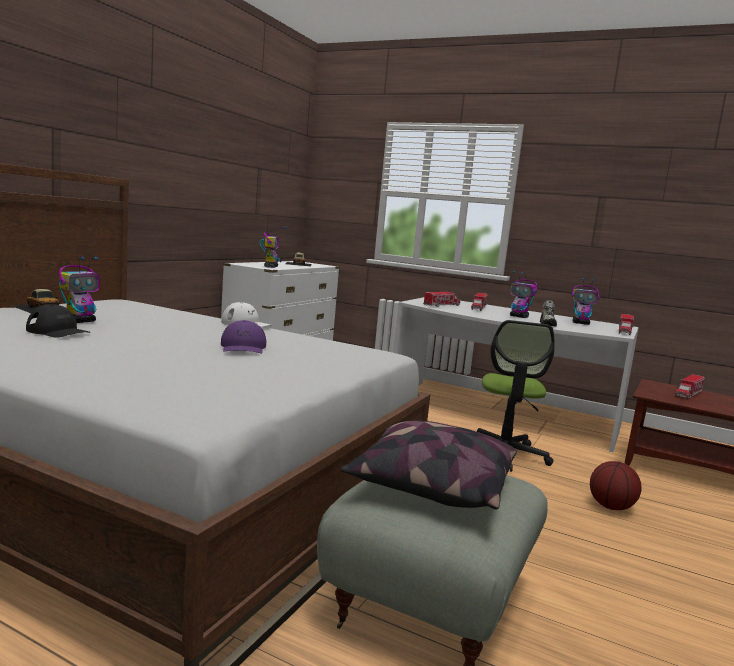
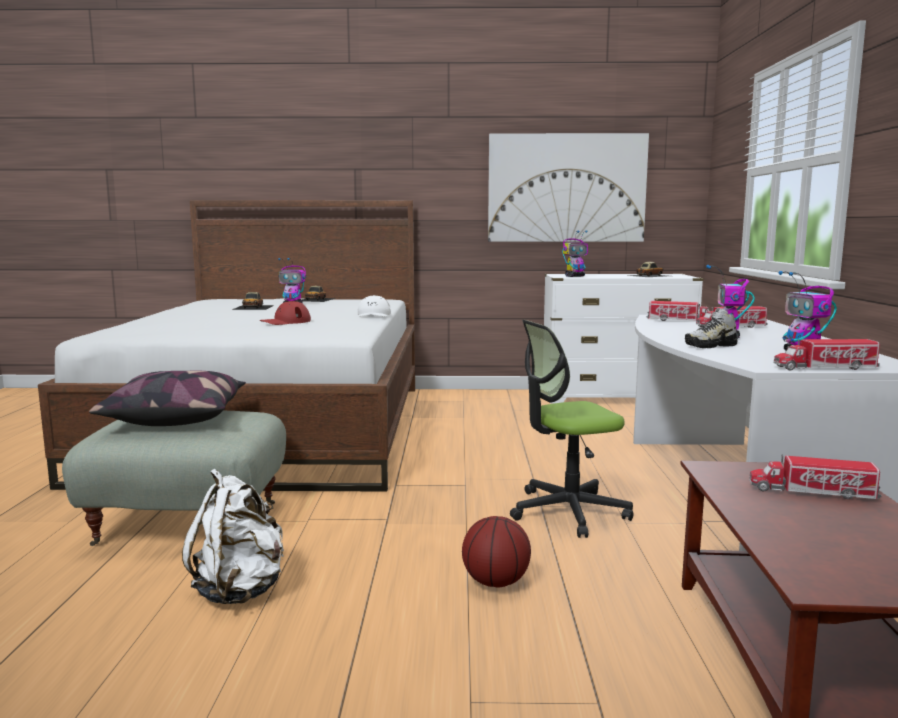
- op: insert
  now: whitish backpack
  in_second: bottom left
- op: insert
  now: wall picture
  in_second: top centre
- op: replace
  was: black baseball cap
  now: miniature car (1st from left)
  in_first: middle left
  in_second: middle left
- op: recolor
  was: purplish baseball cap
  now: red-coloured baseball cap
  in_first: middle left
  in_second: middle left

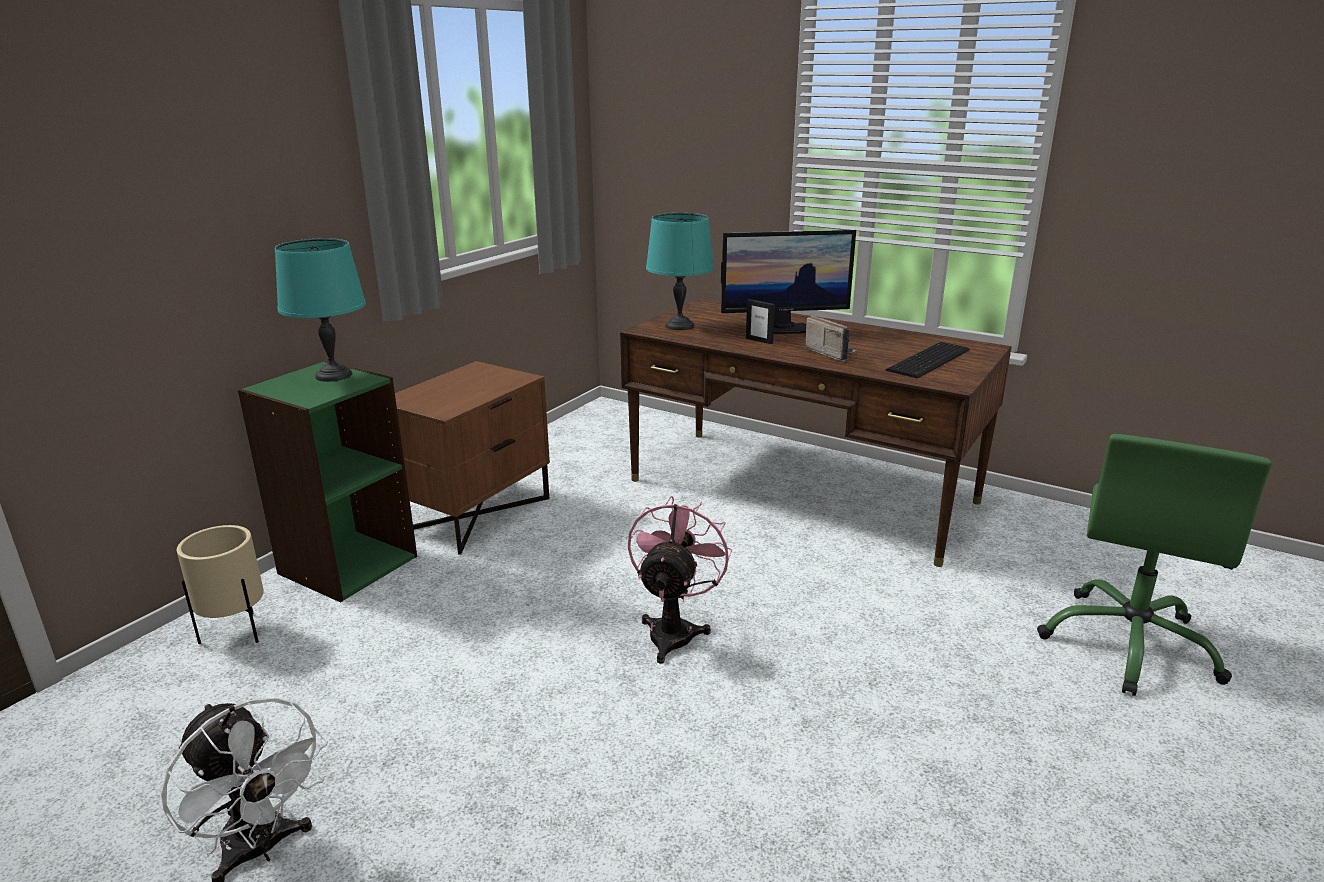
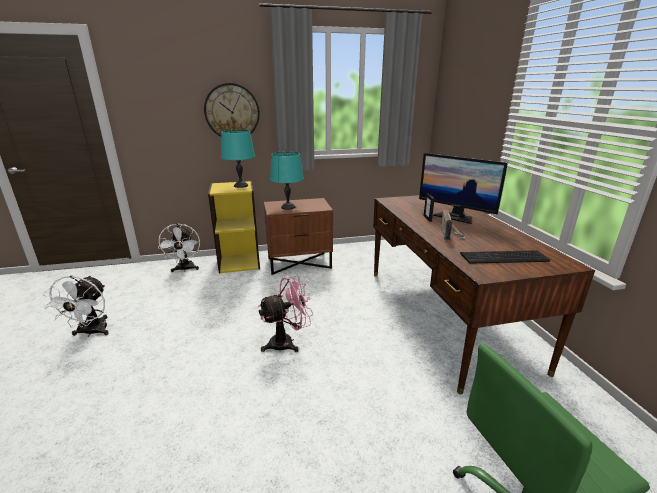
- op: insert
  now: hanging clock
  in_second: top centre
- op: move
  was: turquoise-coloured table lamp (2nd from left)
  in_first: top centre
  in_second: centre
- op: replace
  was: sand-coloured plant pot
  now: whitish electric fan (2nd from left)
  in_first: middle left
  in_second: middle left
- op: recolor
  was: green-coloured bookshelf
  now: yellow bookshelf
  in_first: middle left
  in_second: centre

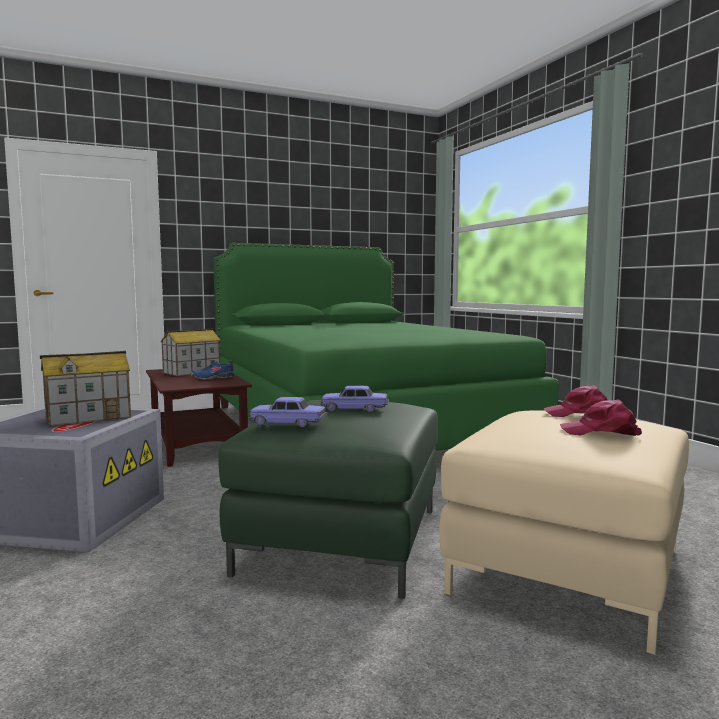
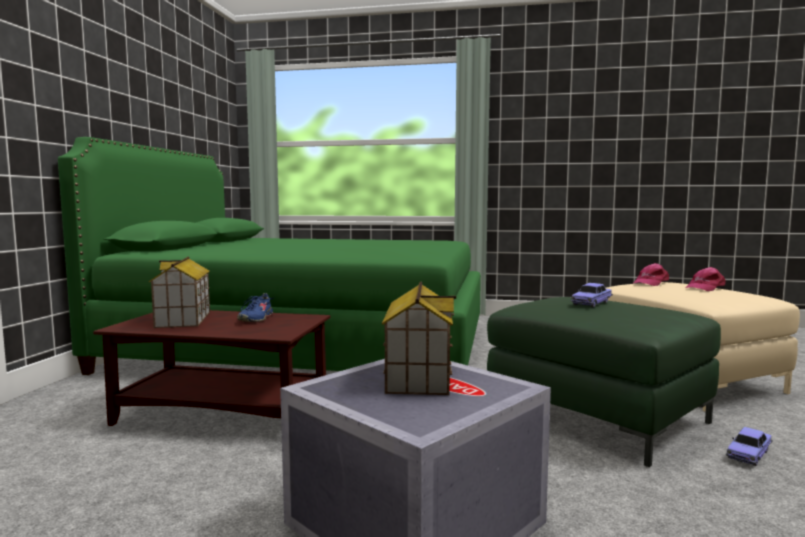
- op: move
  was: miniature car (1st from left in the first image)
  now: miniature car (2nd from left)
  in_first: centre
  in_second: bottom right

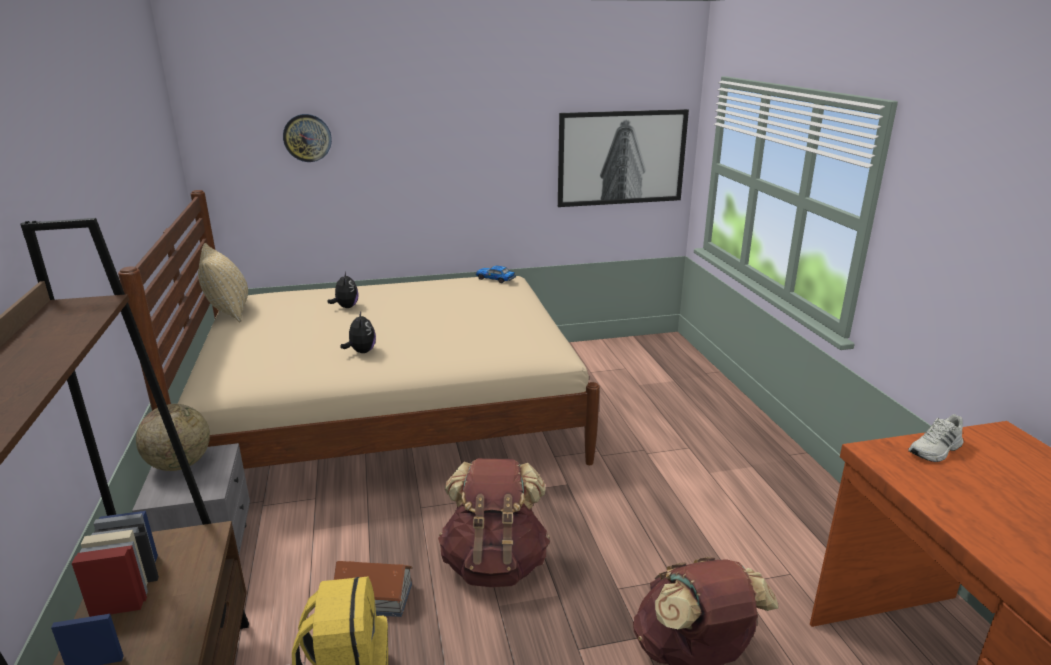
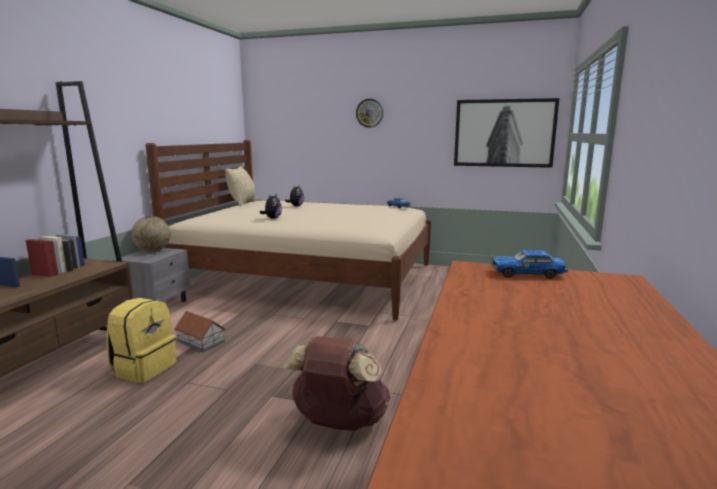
- op: delete
  was: brown-coloured backpack (1st from left)
  in_first: bottom centre
- op: move
  was: hanging clock
  in_first: top left
  in_second: top centre
- op: replace
  was: whitish shoe
  now: miniature car (2nd from left)
  in_first: middle right
  in_second: middle right

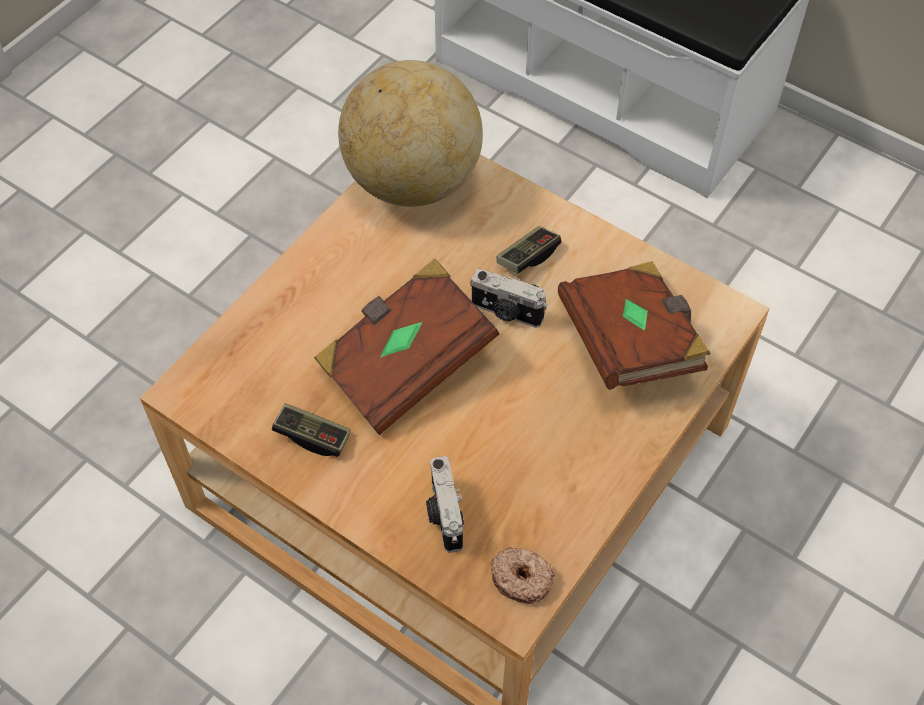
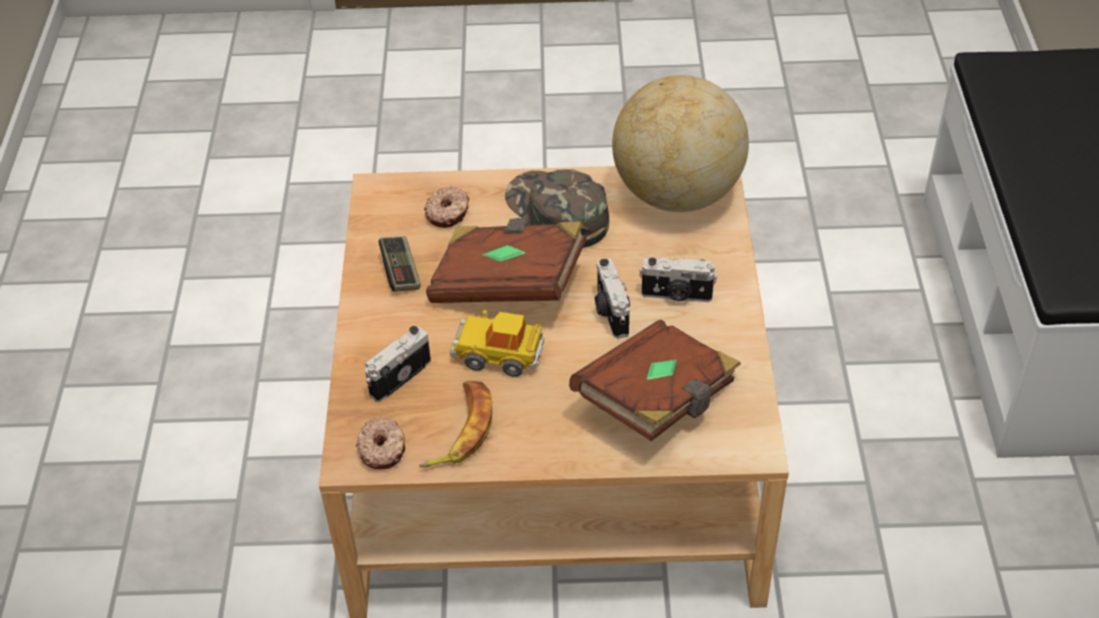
- op: insert
  now: whole banana
  in_second: bottom centre
- op: insert
  now: donut (2nd from left)
  in_second: centre
- op: insert
  now: miniature car
  in_second: centre
- op: insert
  now: green-coloured baseball cap
  in_second: centre
- op: replace
  was: joypad (2nd from left)
  now: photo camera (3rd from left)
  in_first: centre
  in_second: centre

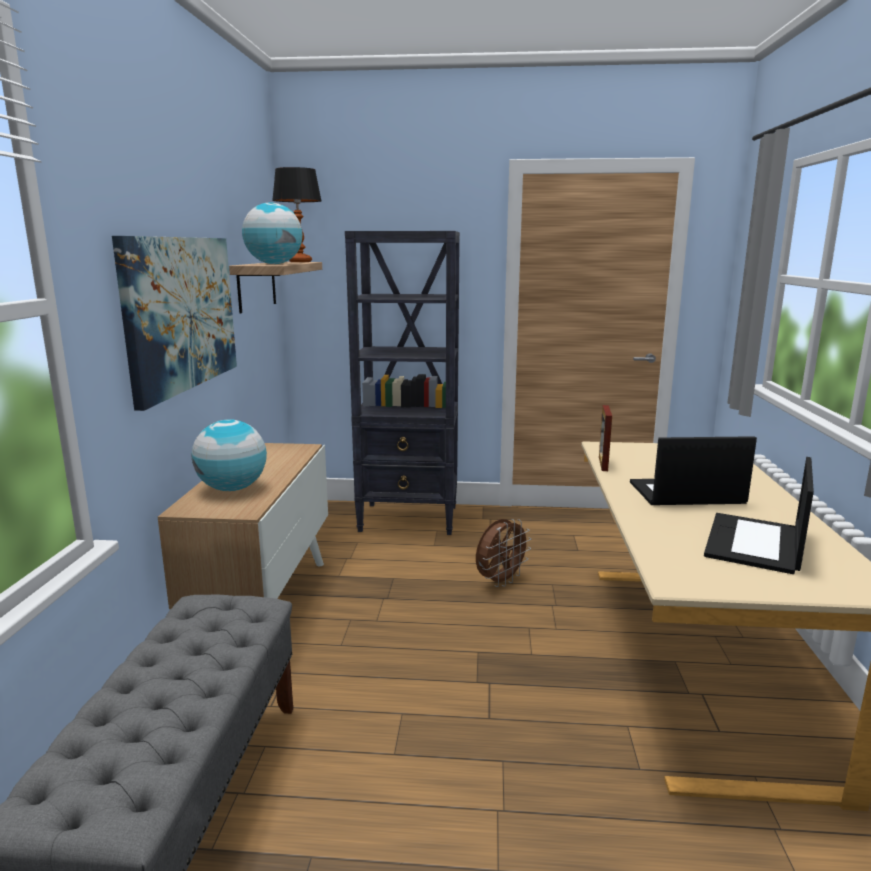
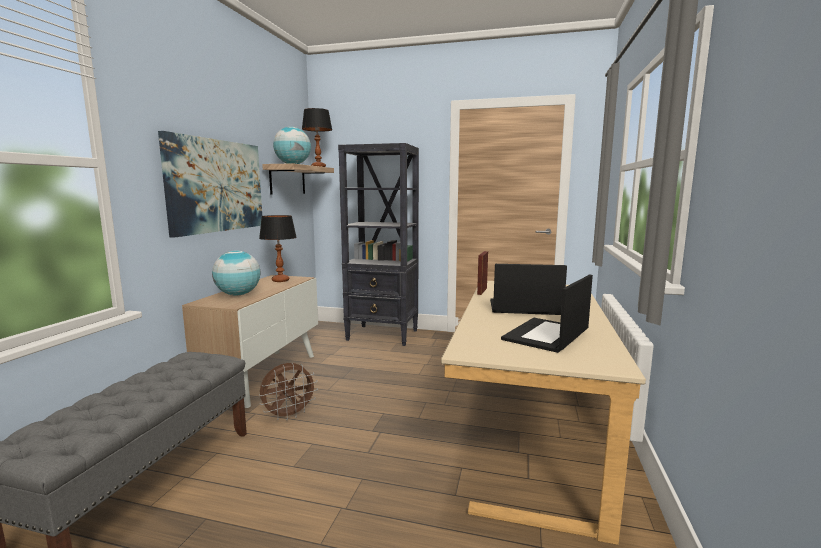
- op: insert
  now: table lamp (1st from left)
  in_second: centre
- op: move
  was: brown-coloured electric fan
  in_first: centre
  in_second: bottom centre

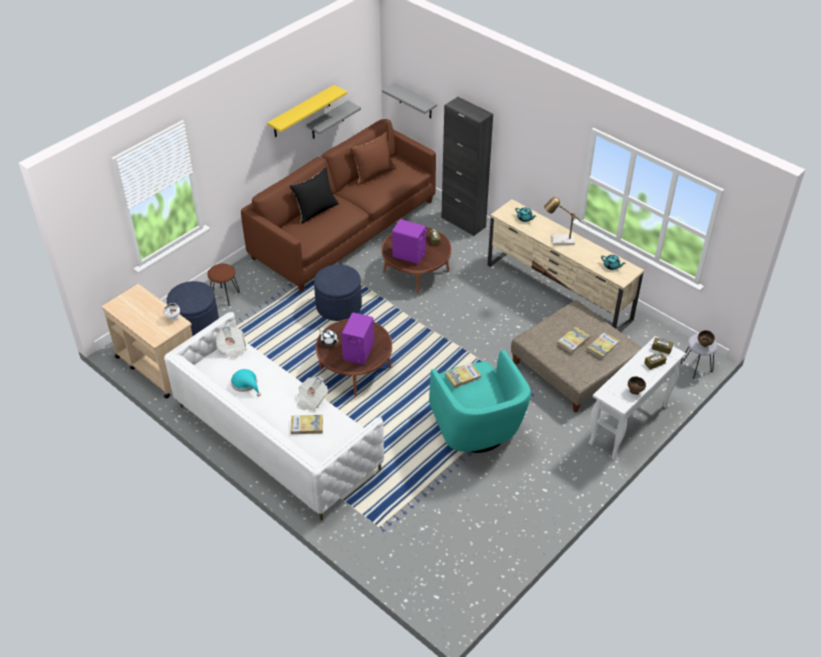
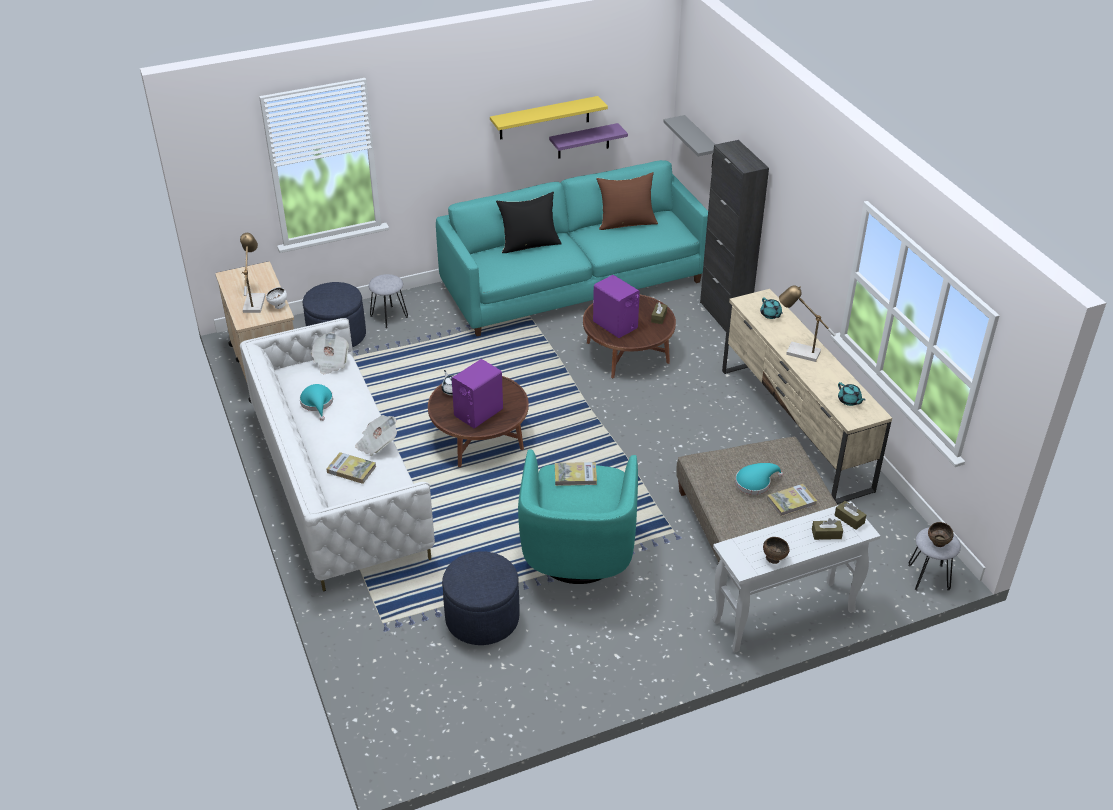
- op: insert
  now: table lamp (1st from left)
  in_second: middle left
- op: move
  was: blue footrest (2nd from left)
  in_first: centre
  in_second: bottom centre
- op: replace
  was: bound book (3rd from left)
  now: turquoise-coloured hat (2nd from left)
  in_first: middle right
  in_second: middle right
- op: recolor
  was: brown-coloured sitting stool
  now: gray sitting stool (1st from left)
  in_first: middle left
  in_second: centre
- op: recolor
  was: brown-coloured settee
  now: turquoise-coloured settee
  in_first: top centre
  in_second: top centre
- op: recolor
  was: gray bracket shelf (1st from left)
  now: purplish bracket shelf
  in_first: top centre
  in_second: top centre

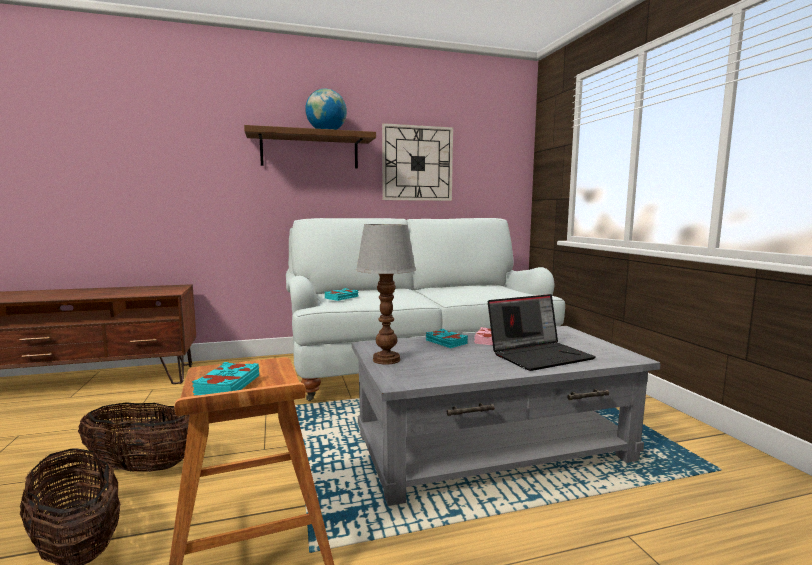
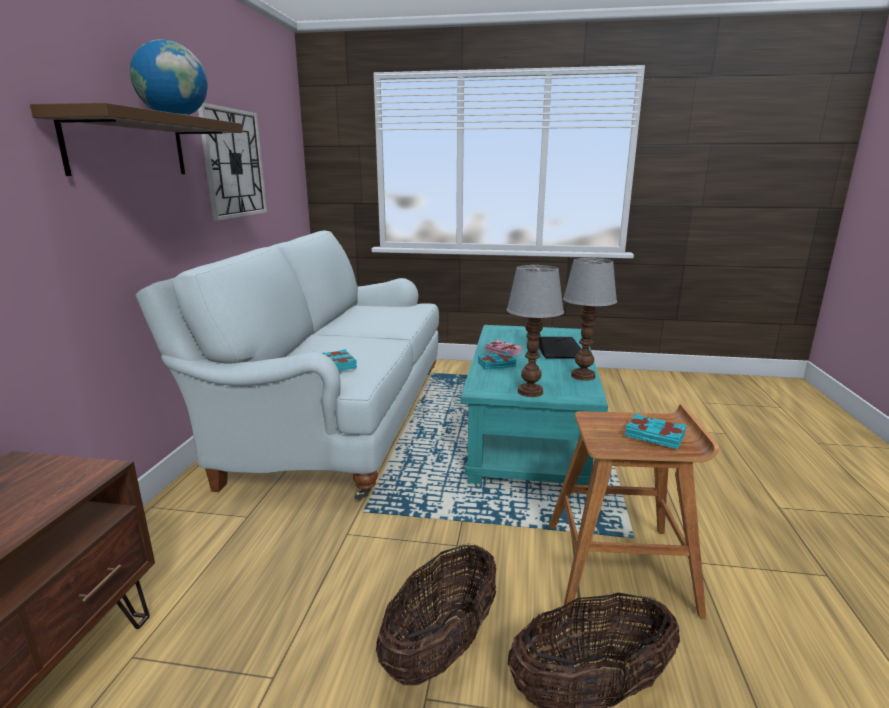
- op: insert
  now: table lamp (2nd from left)
  in_second: centre
- op: recolor
  was: gray lounge table
  now: turquoise-coloured lounge table
  in_first: bottom centre
  in_second: centre

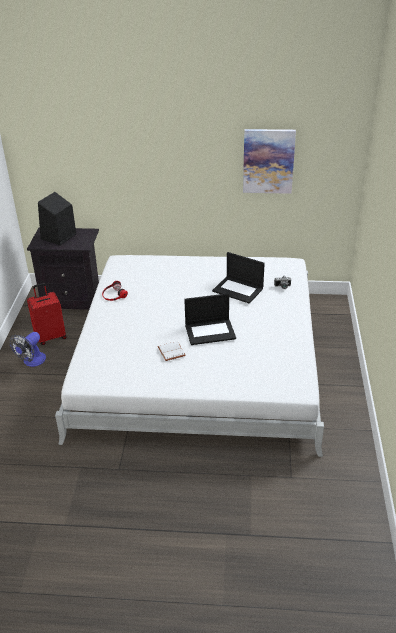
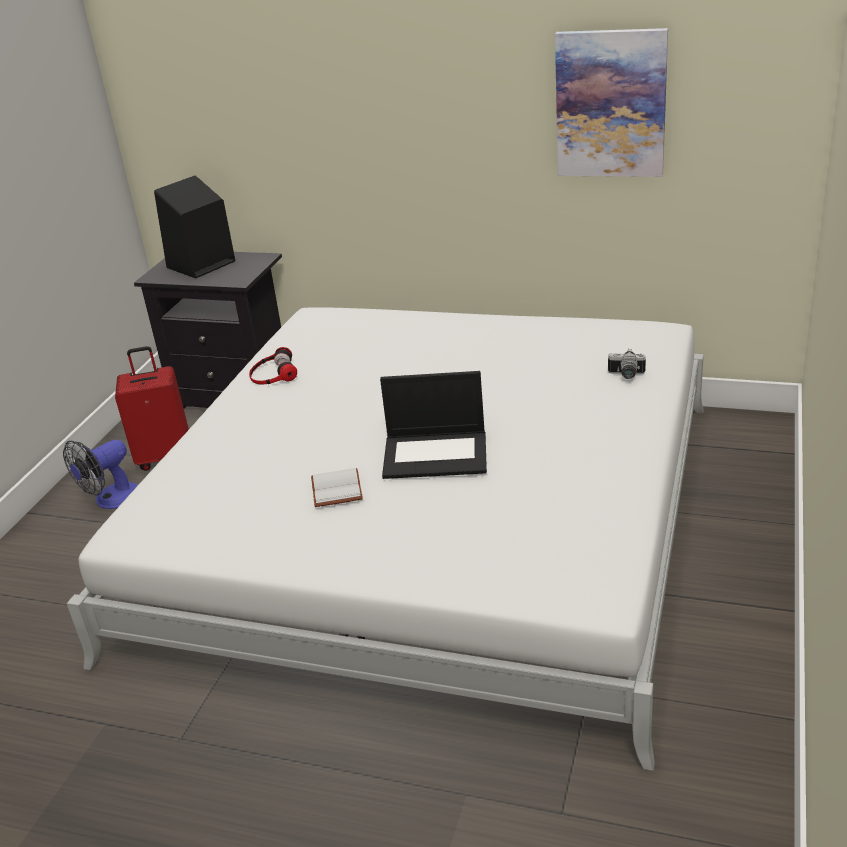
- op: delete
  was: laptop (2nd from left)
  in_first: centre

